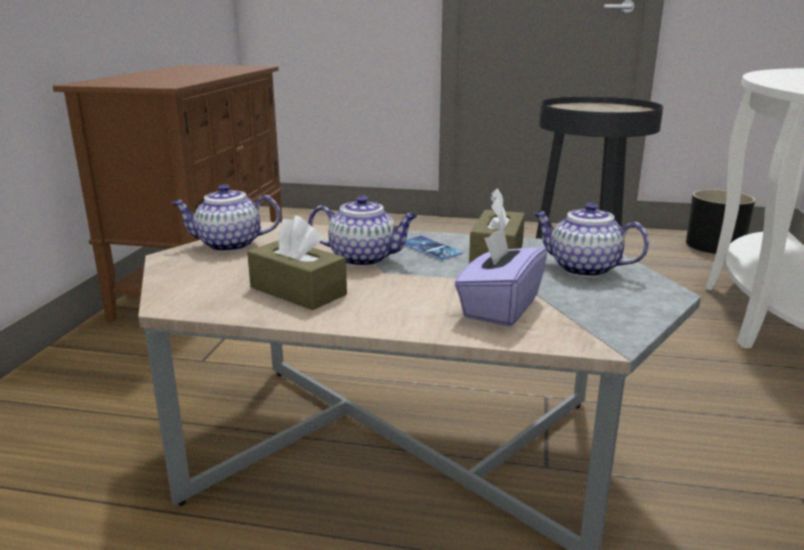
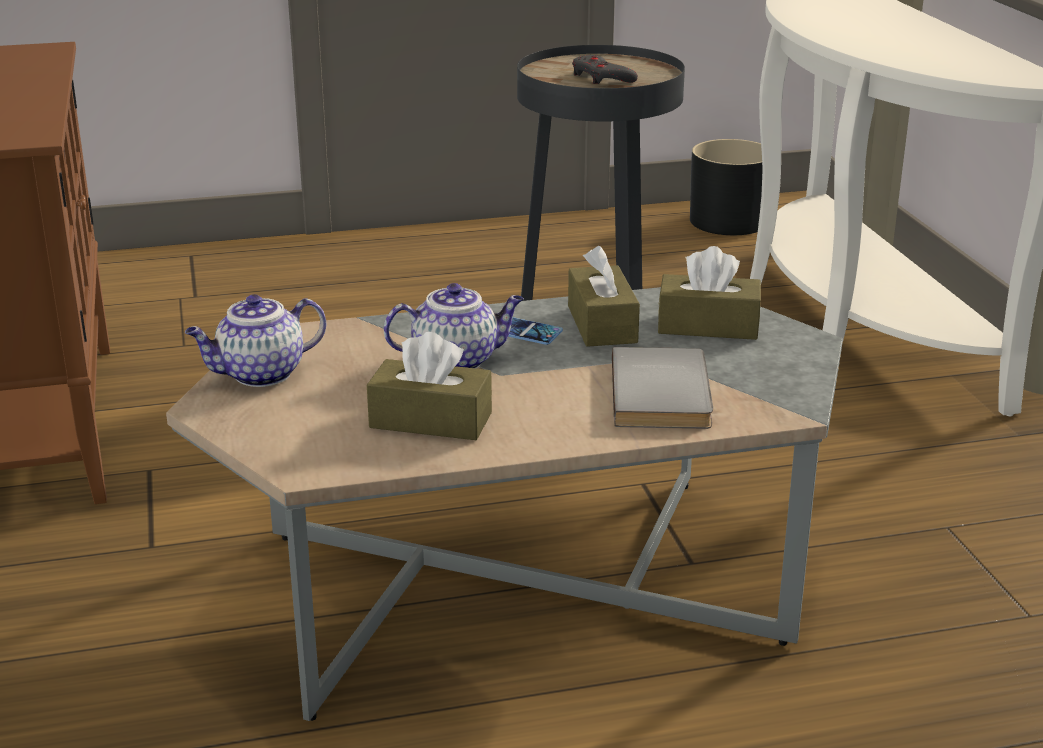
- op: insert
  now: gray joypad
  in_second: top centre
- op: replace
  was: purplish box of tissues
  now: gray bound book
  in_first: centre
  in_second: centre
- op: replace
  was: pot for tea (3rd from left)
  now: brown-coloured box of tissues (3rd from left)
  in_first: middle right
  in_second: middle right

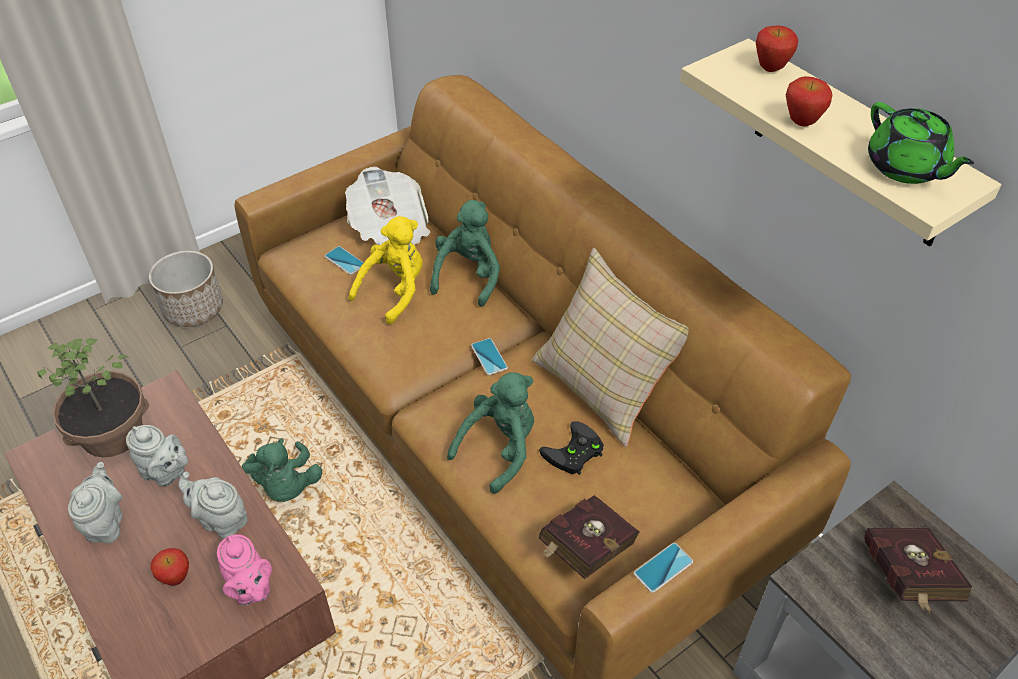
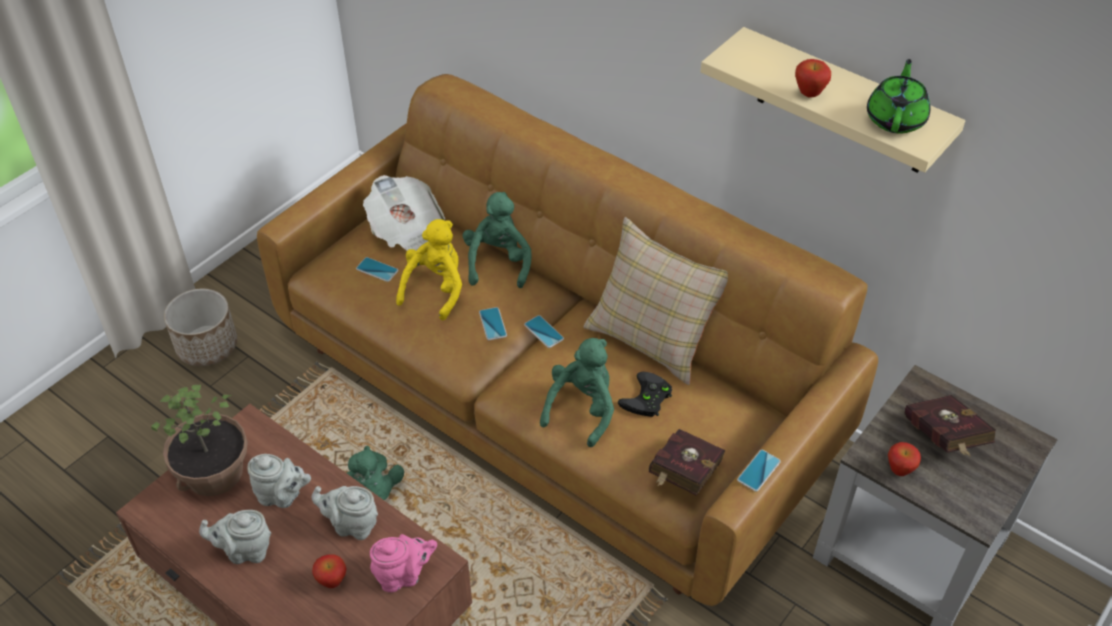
- op: insert
  now: phone (2nd from left)
  in_second: centre
- op: move
  was: apple (2nd from left in the first image)
  now: apple (3rd from left)
  in_first: top right
  in_second: bottom right
- op: rotate
  was: gray pot for tea (1st from left)
  in_first: bottom left
  in_second: bottom left
  clockwise: -75
- op: rotate
  was: pinkish pot for tea
  in_first: bottom left
  in_second: bottom centre
  clockwise: -60
- op: rotate
  was: green-coloured pot for tea
  in_first: top right
  in_second: top right
  clockwise: -120

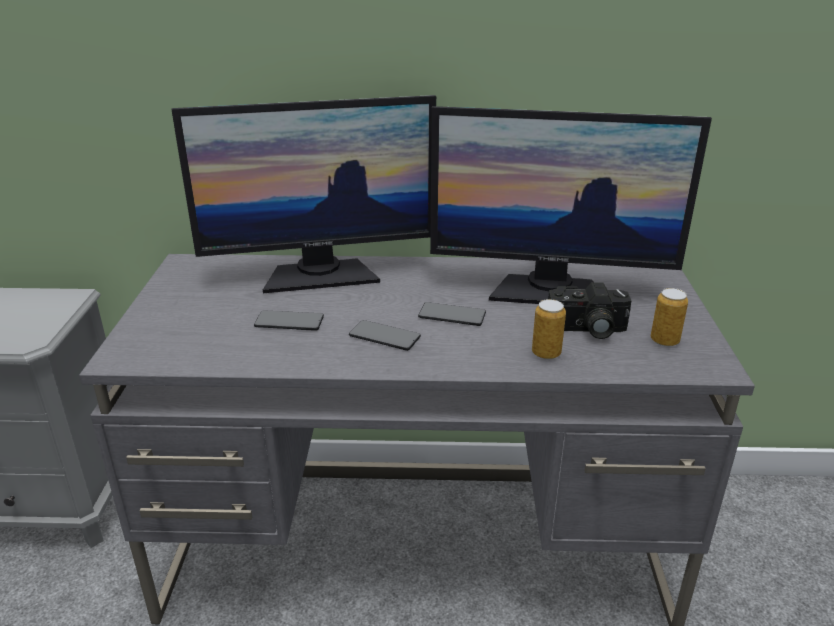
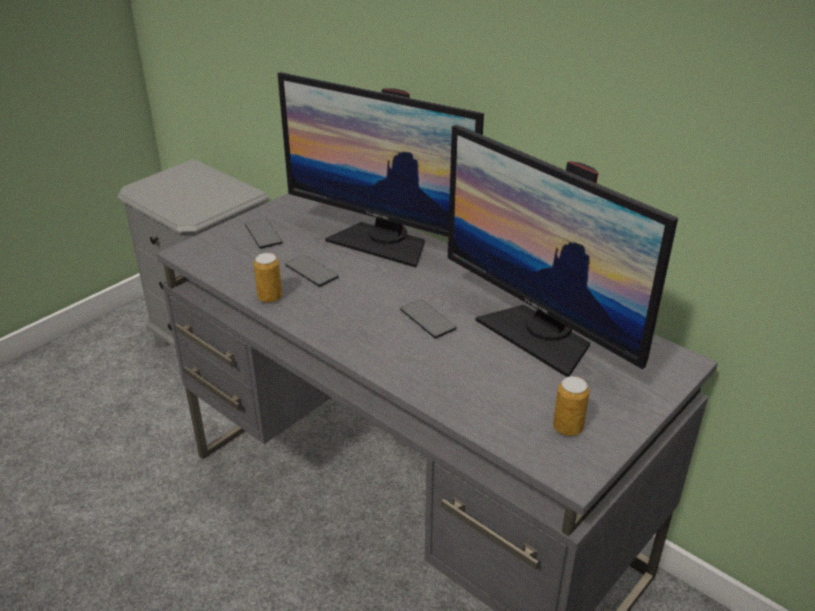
- op: delete
  was: photo camera
  in_first: middle right
- op: move
  was: phone (2nd from left in the first image)
  now: phone (1st from left)
  in_first: centre
  in_second: middle left
- op: move
  was: metal can (1st from left)
  in_first: centre
  in_second: middle left

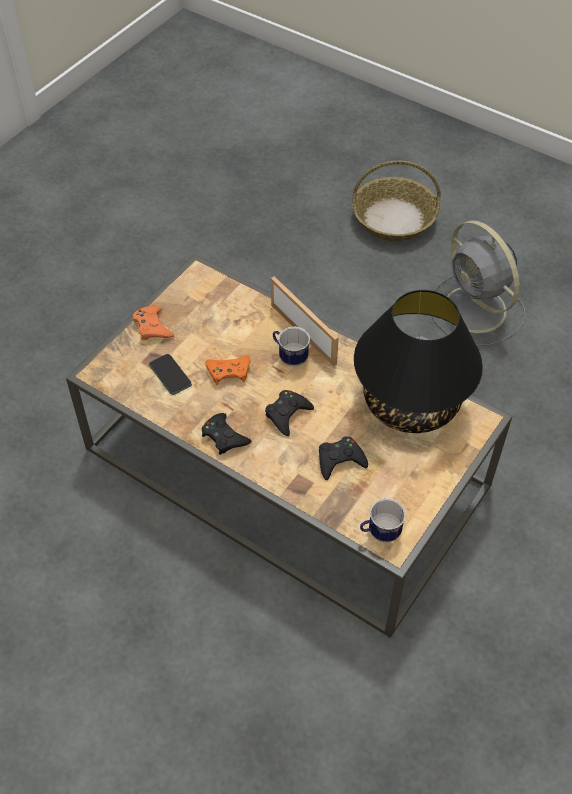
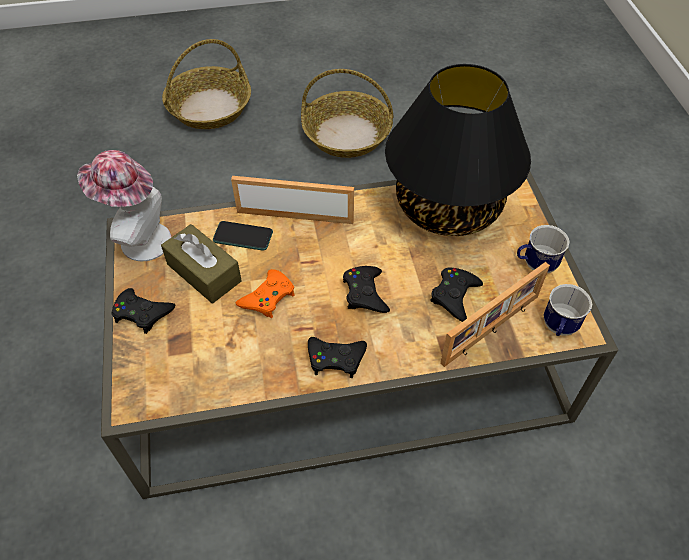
- op: insert
  now: hat
  in_second: middle left
- op: insert
  now: brown-coloured box of tissues
  in_second: middle left
- op: insert
  now: picture frame (2nd from left)
  in_second: middle right
- op: move
  was: phone
  in_first: middle left
  in_second: centre
- op: move
  was: tea mug (1st from left)
  in_first: centre
  in_second: middle right
- op: replace
  was: gray electric fan
  now: storage basket (2nd from left)
  in_first: middle right
  in_second: top centre
- op: recolor
  was: orangey joypad (1st from left)
  now: black joypad (1st from left)
  in_first: middle left
  in_second: middle left

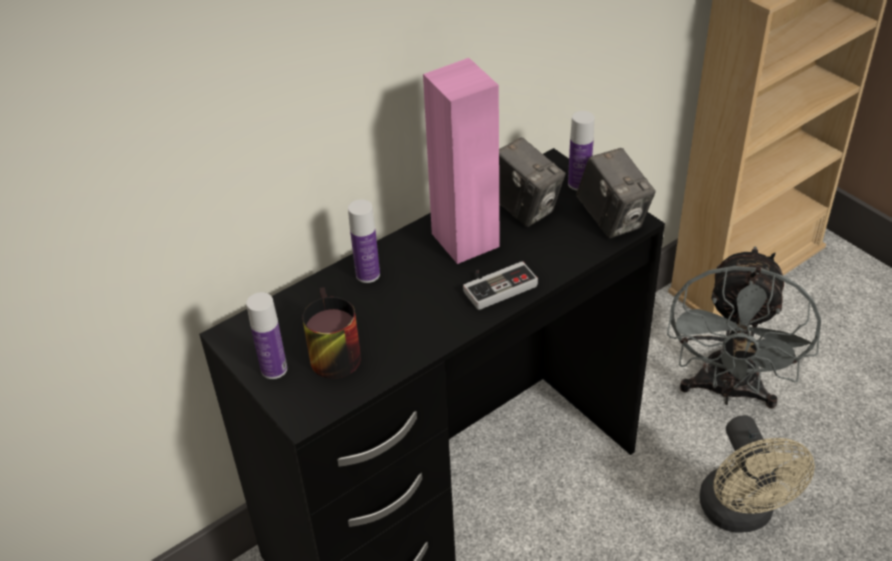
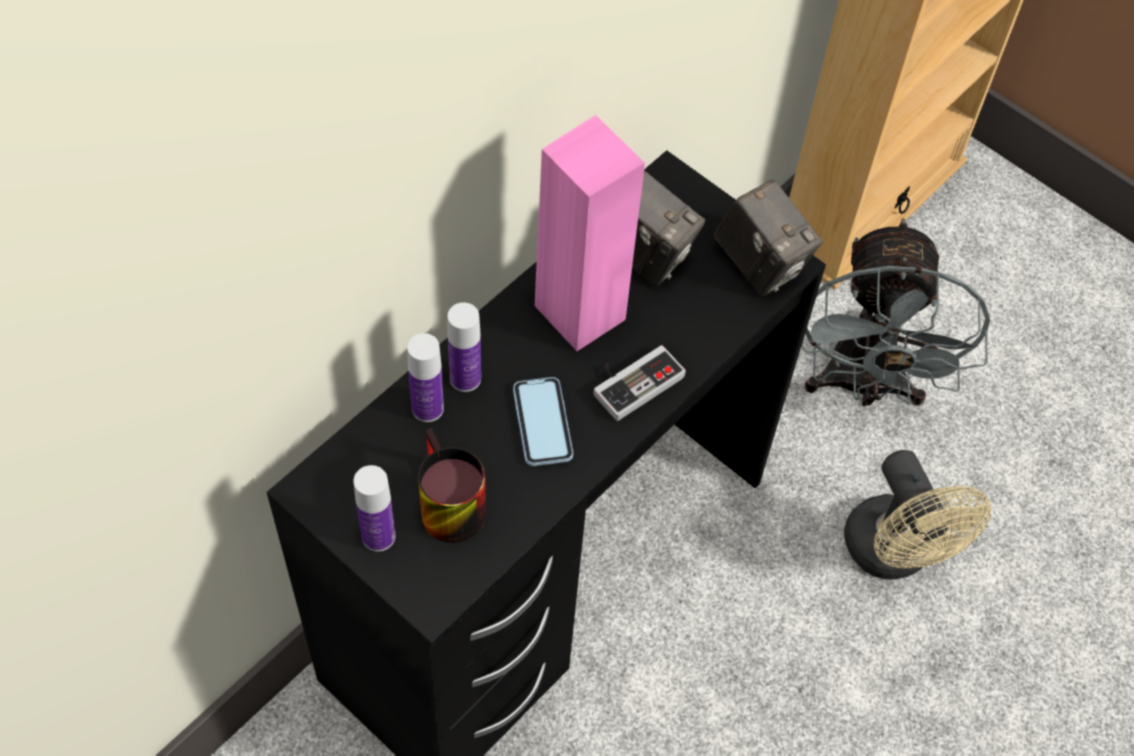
- op: insert
  now: phone
  in_second: centre
- op: move
  was: bottle (3rd from left in the first image)
  now: bottle (2nd from left)
  in_first: top centre
  in_second: centre

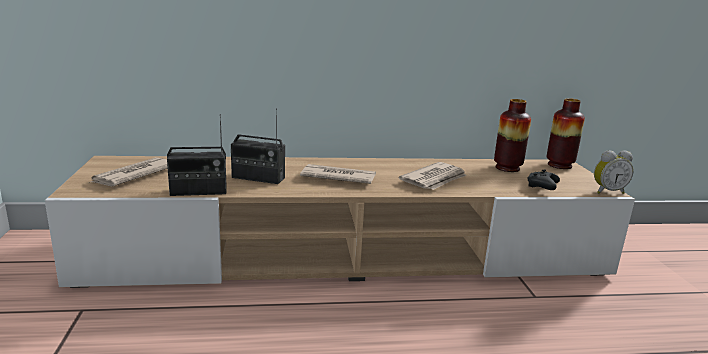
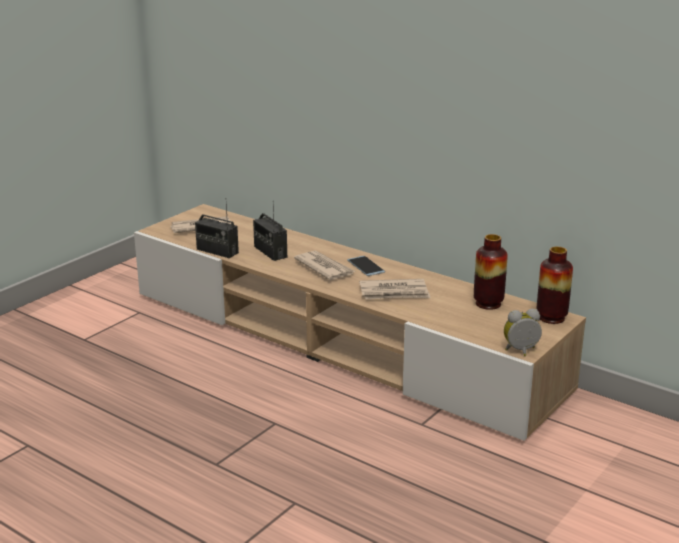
- op: delete
  was: black joypad
  in_first: middle right
- op: insert
  now: phone
  in_second: centre
- op: rotate
  was: bedside clock
  in_first: middle right
  in_second: middle right
  clockwise: 135

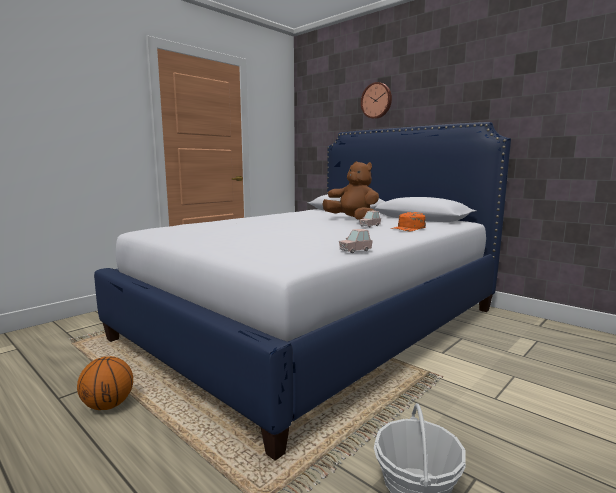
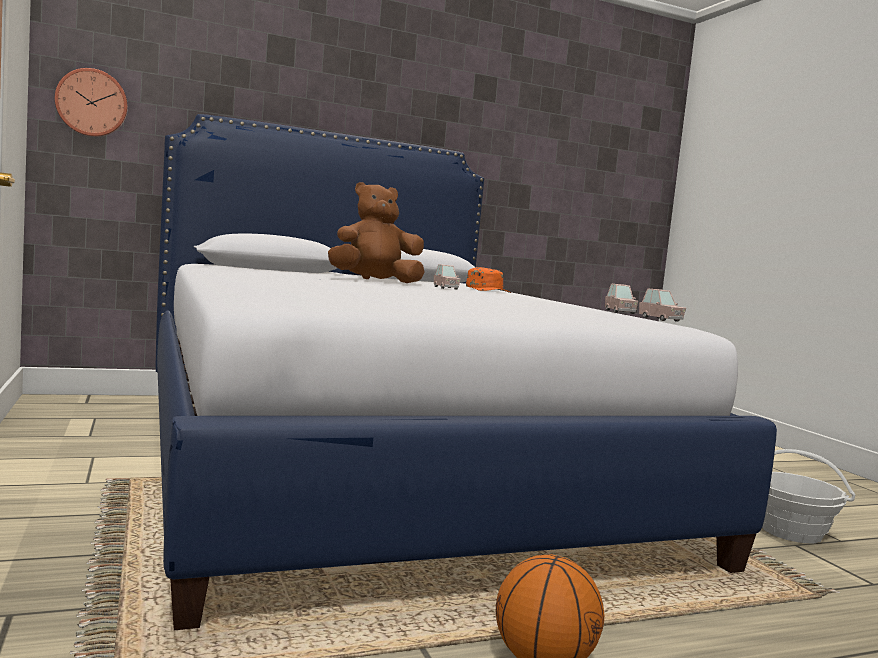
- op: insert
  now: pinkish miniature car (3rd from left)
  in_second: middle right
- op: move
  was: hanging clock
  in_first: top centre
  in_second: top left

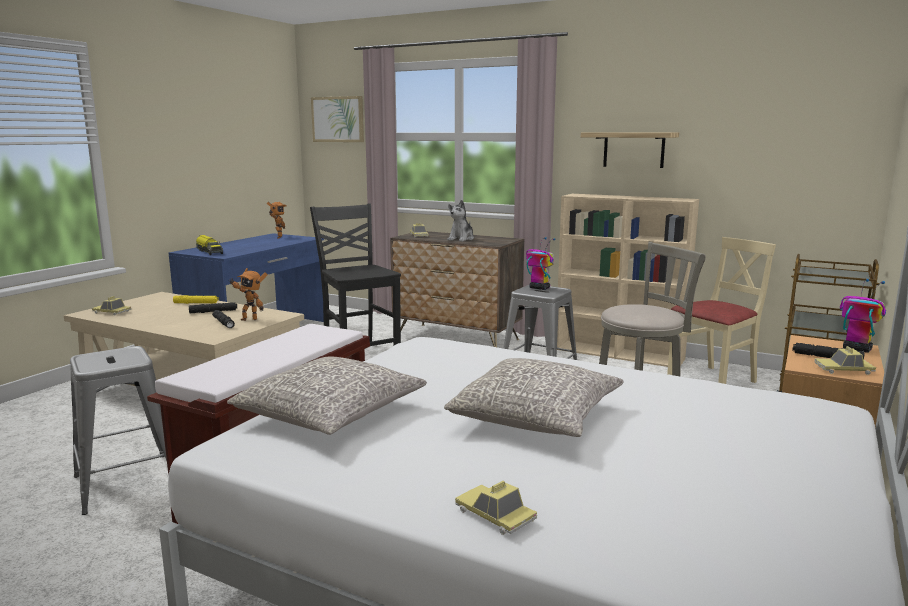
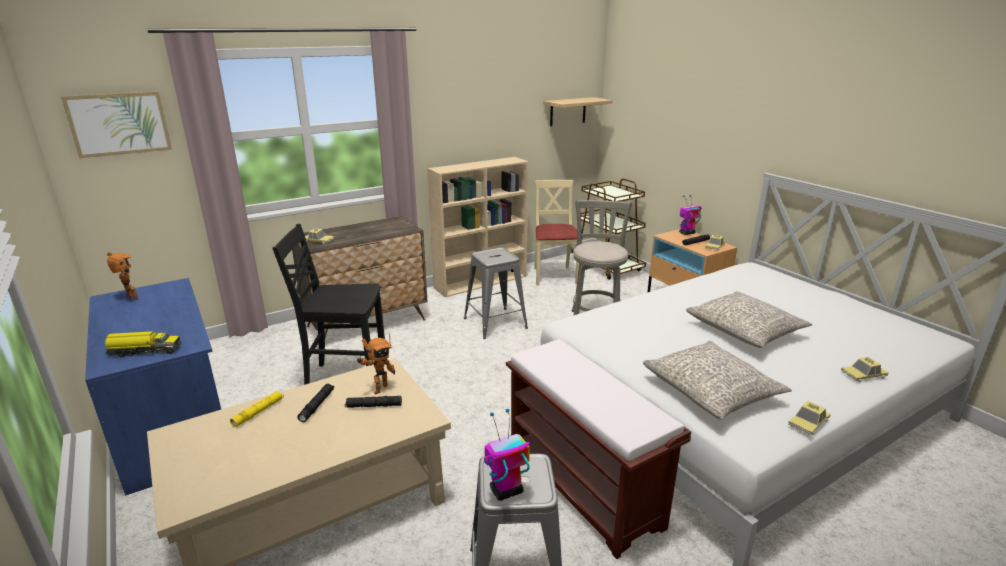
- op: delete
  was: cuddly toy
  in_first: centre
- op: move
  was: miniature car (1st from left in the first image)
  now: miniature car (3rd from left)
  in_first: middle left
  in_second: bottom right
- op: move
  was: toy robot (3rd from left)
  in_first: centre
  in_second: bottom centre
- op: move
  was: bracket shelf
  in_first: top right
  in_second: top centre

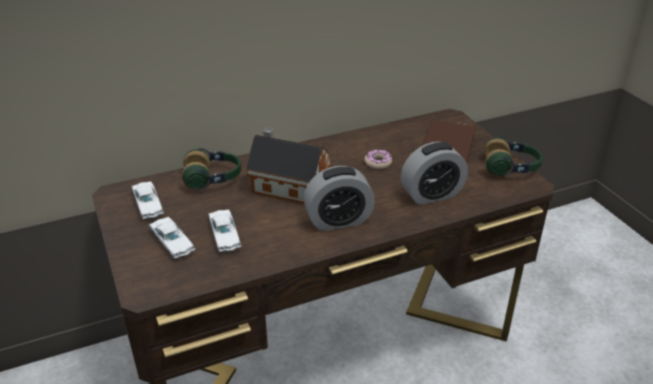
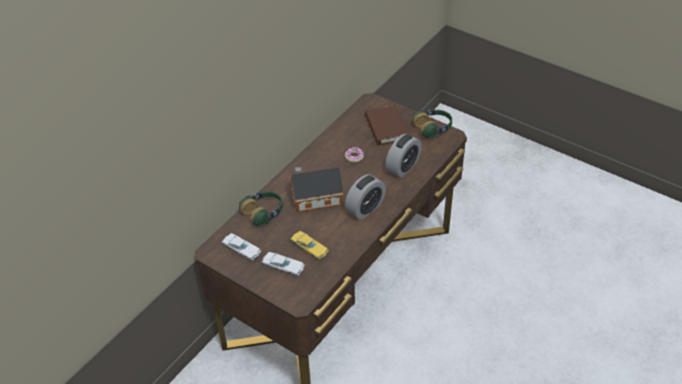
- op: recolor
  was: whitish miniature car (3rd from left)
  now: yellow miniature car
  in_first: centre
  in_second: centre

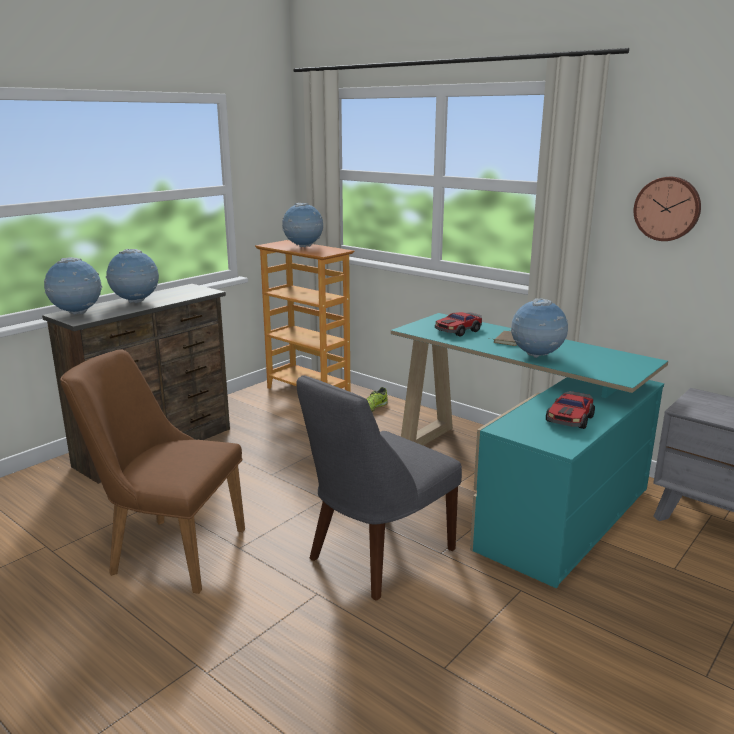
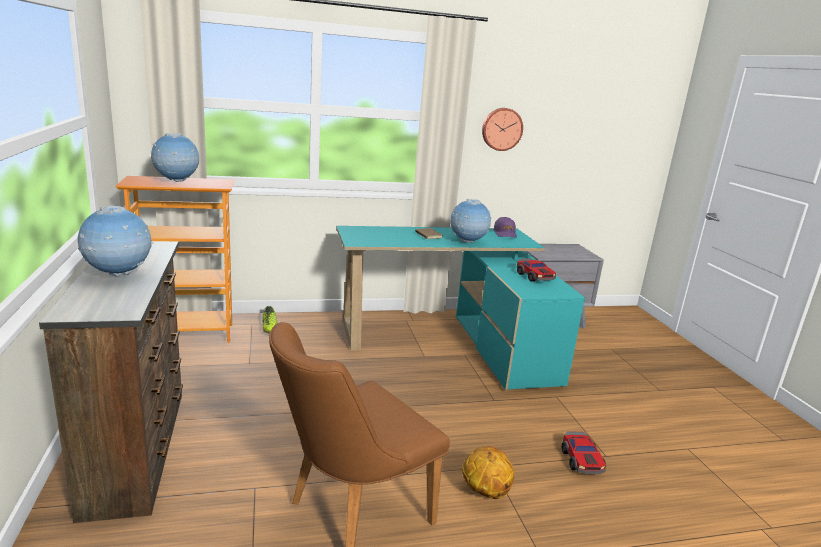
- op: delete
  was: globe (1st from left)
  in_first: middle left
- op: delete
  was: gray plain chair
  in_first: centre
- op: insert
  now: basketball
  in_second: bottom centre
- op: insert
  now: purplish baseball cap
  in_second: centre
- op: move
  was: miniature car (1st from left in the first image)
  now: miniature car (2nd from left)
  in_first: centre
  in_second: bottom right

